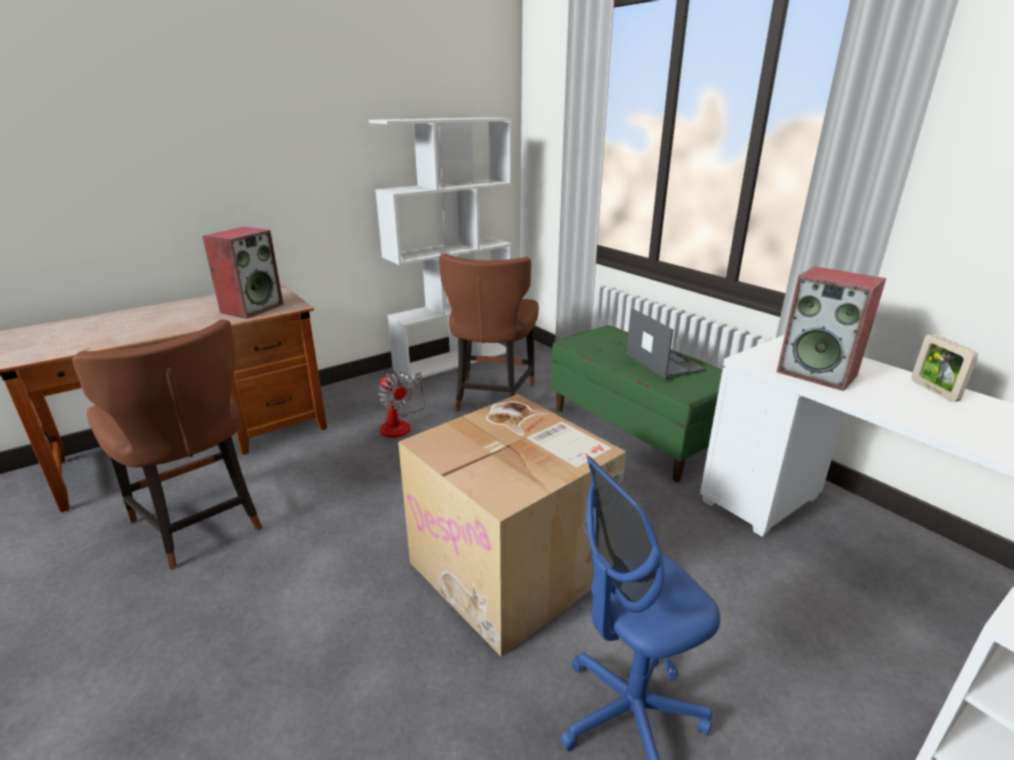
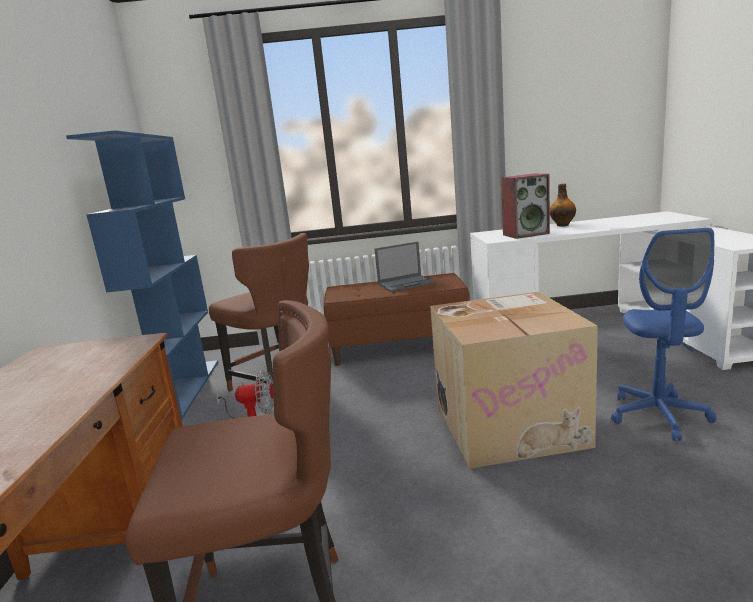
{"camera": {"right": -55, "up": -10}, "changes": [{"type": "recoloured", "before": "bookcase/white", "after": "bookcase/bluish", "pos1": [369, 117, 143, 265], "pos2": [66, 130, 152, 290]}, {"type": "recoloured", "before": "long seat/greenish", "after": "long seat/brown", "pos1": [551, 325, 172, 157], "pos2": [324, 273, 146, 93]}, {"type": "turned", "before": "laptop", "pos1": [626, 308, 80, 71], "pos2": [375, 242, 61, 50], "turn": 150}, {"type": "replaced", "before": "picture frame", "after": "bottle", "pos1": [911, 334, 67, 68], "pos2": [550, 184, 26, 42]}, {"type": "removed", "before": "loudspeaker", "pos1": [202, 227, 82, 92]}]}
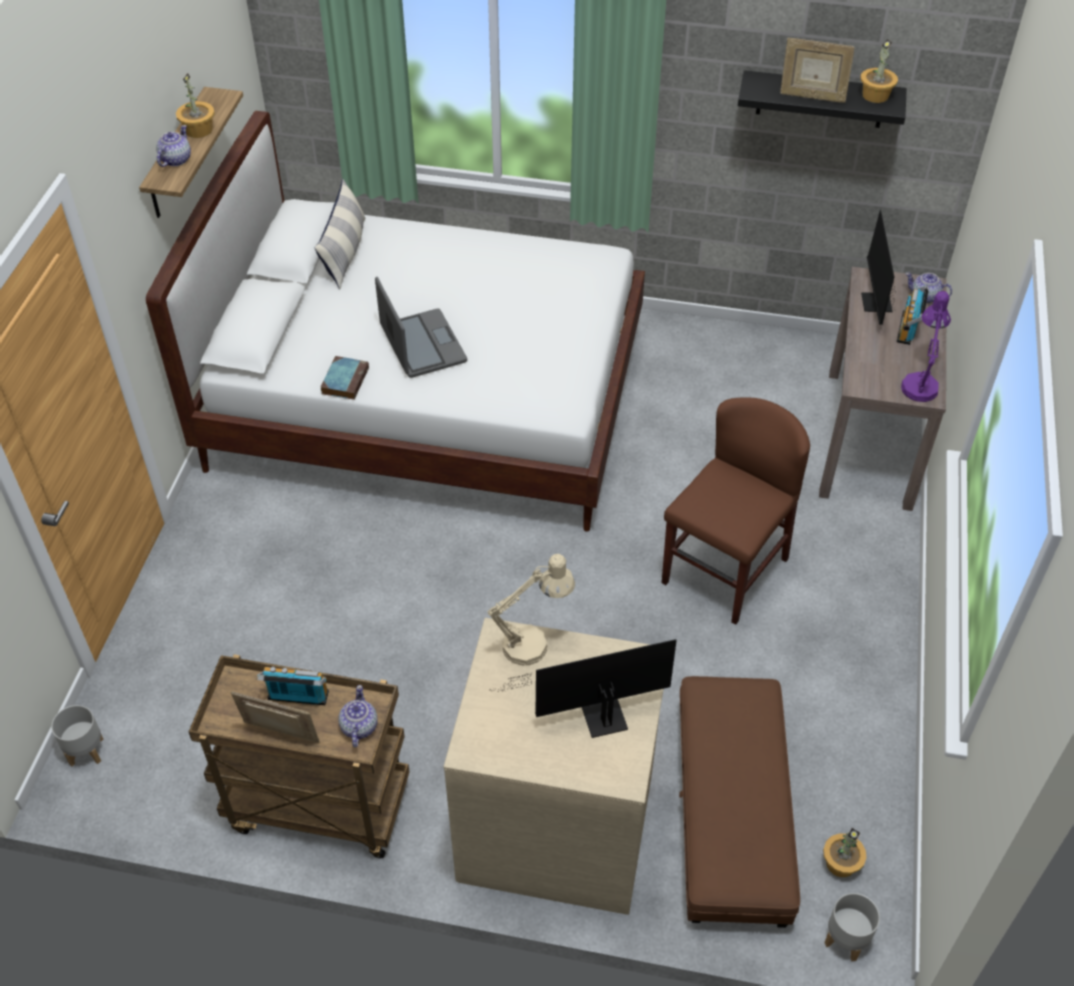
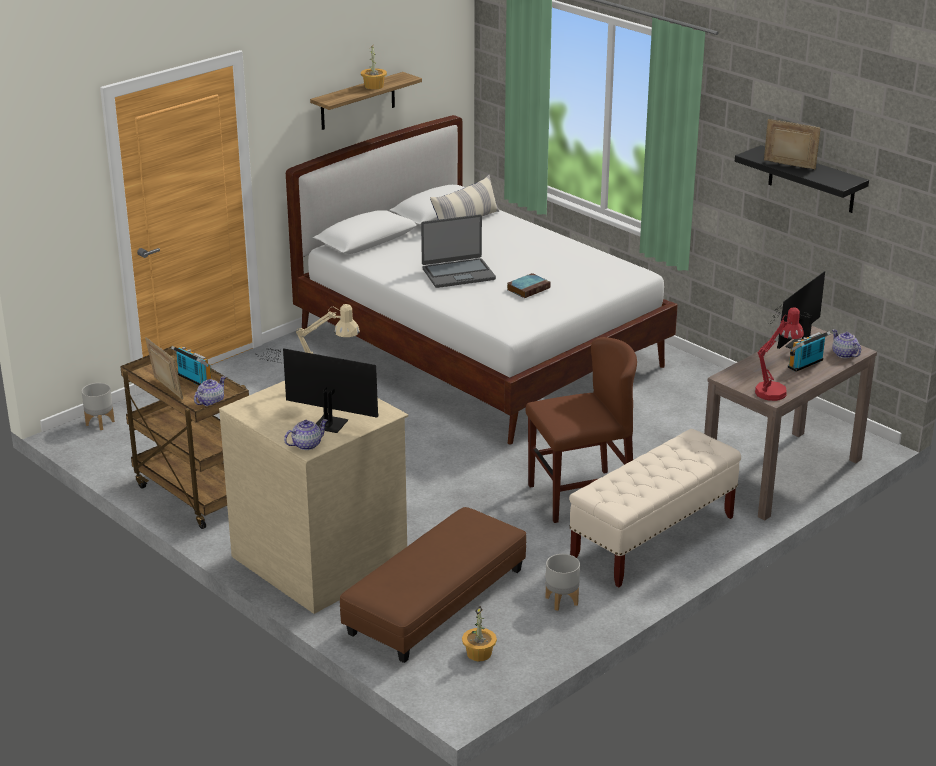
{"camera": {"right": 35, "up": -20}, "changes": [{"type": "moved", "before": "teapot", "pos1": [156, 125, 35, 42], "pos2": [284, 419, 44, 31]}, {"type": "turned", "before": "laptop", "pos1": [375, 277, 92, 101], "pos2": [421, 215, 75, 73], "turn": 60}, {"type": "moved", "before": "volume", "pos1": [321, 356, 48, 44], "pos2": [507, 273, 44, 25]}, {"type": "moved", "before": "flower pot/greyish", "pos1": [824, 893, 56, 69], "pos2": [546, 554, 34, 57]}, {"type": "added", "after": "long seat/sand-coloured", "pos2": [569, 429, 172, 158]}, {"type": "recoloured", "before": "lamp for a table/purple", "after": "lamp for a table/red-coloured", "pos1": [901, 291, 50, 111], "pos2": [755, 307, 49, 94]}, {"type": "turned", "before": "picture frame", "pos1": [780, 38, 75, 65], "pos2": [764, 119, 57, 50], "turn": 150}, {"type": "removed", "before": "potted plant", "pos1": [861, 39, 37, 64]}]}
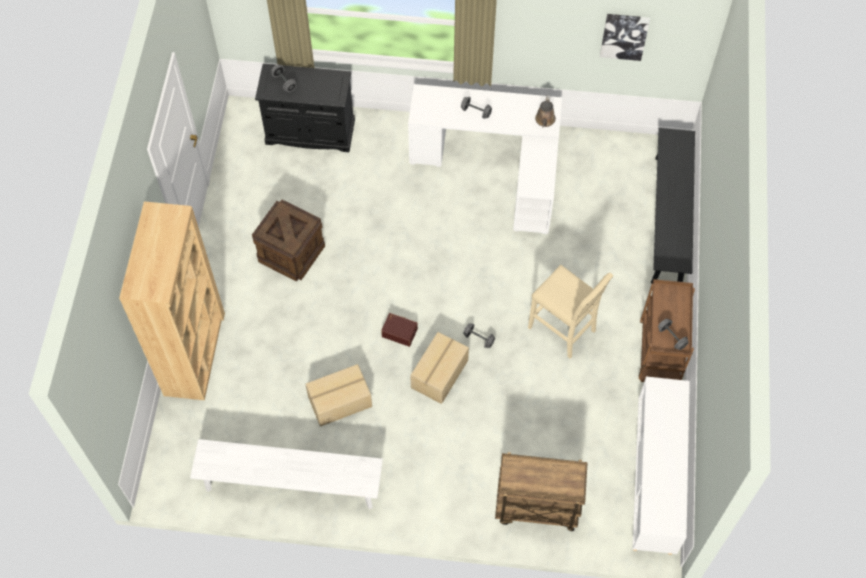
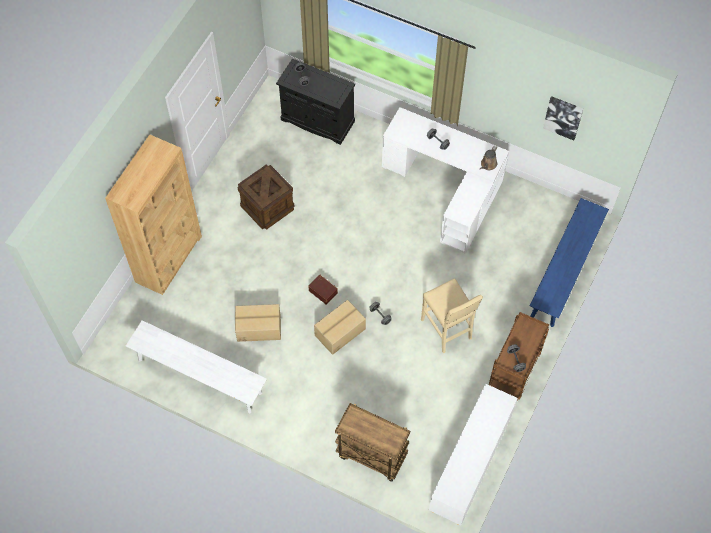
{"camera": {"right": 20, "up": 0}, "changes": [{"type": "recoloured", "before": "long seat/blackish", "after": "long seat/bluish", "pos1": [651, 128, 44, 156], "pos2": [530, 198, 79, 129]}]}
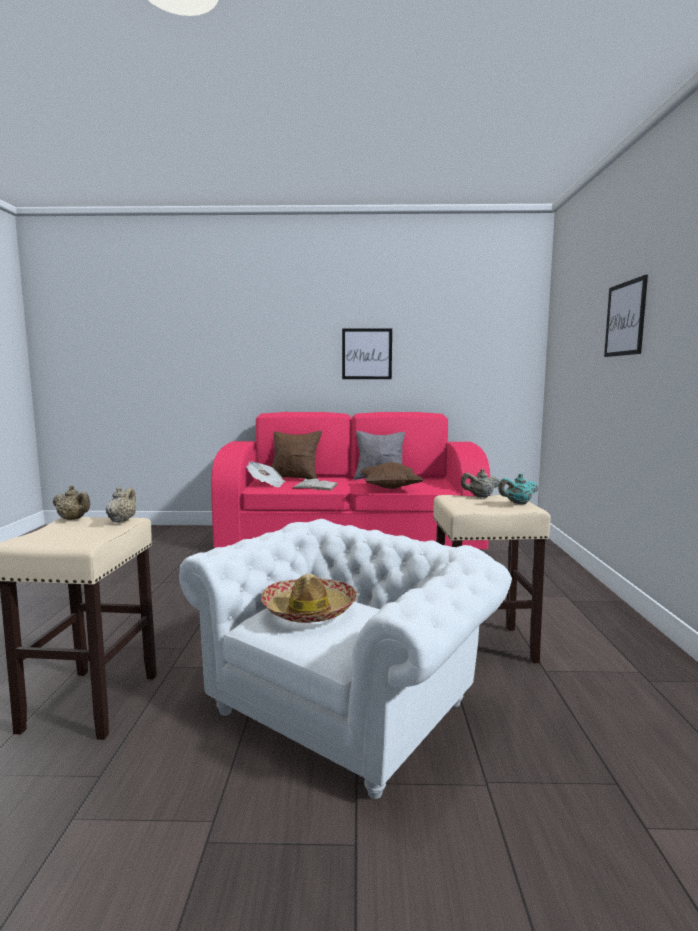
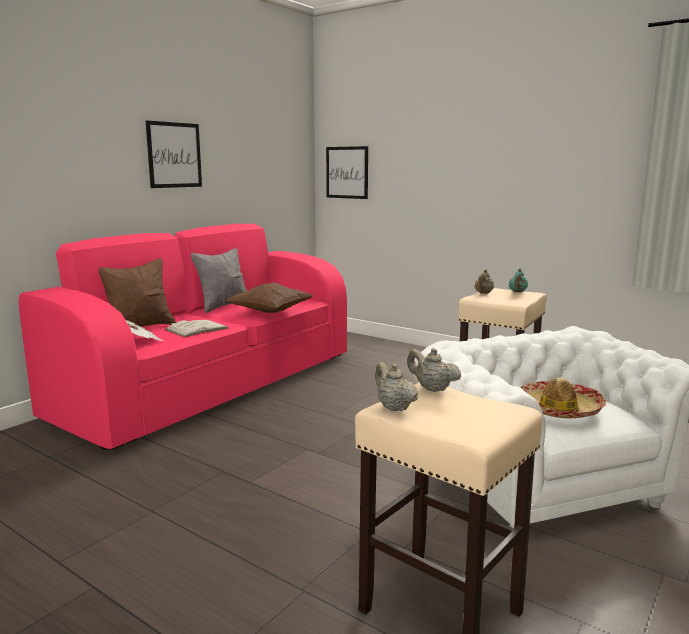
{"camera": {"right": -55, "up": 5}, "changes": [{"type": "moved", "before": "wall art", "pos1": [604, 275, 44, 82], "pos2": [326, 146, 42, 53]}, {"type": "turned", "before": "teapot/sand-coloured", "pos1": [53, 485, 37, 35], "pos2": [375, 362, 43, 49], "turn": -90}]}
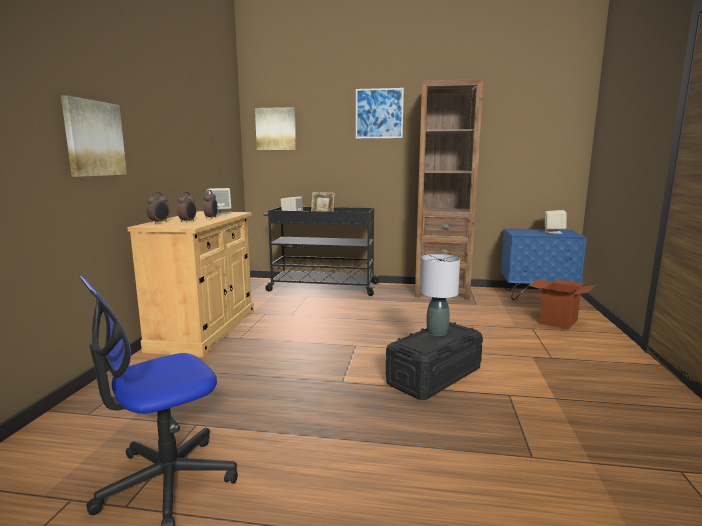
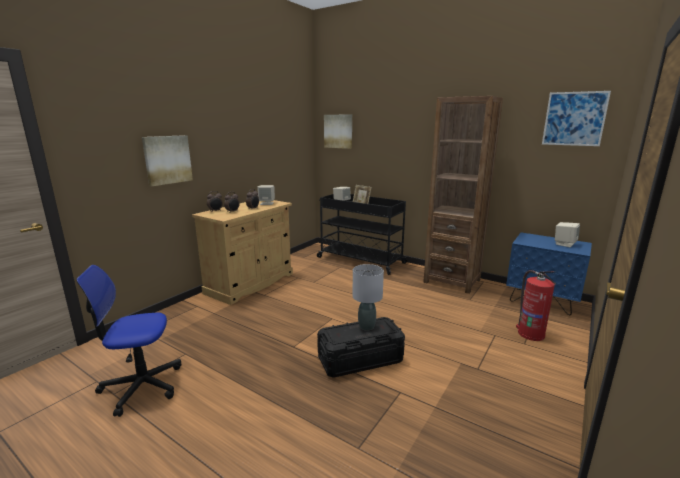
{"camera": {"right": 25, "up": 5}, "changes": [{"type": "replaced", "before": "packing box", "after": "extinguisher", "pos1": [529, 279, 67, 51], "pos2": [516, 270, 40, 71]}, {"type": "moved", "before": "wall art", "pos1": [356, 88, 48, 51], "pos2": [542, 91, 69, 55]}]}
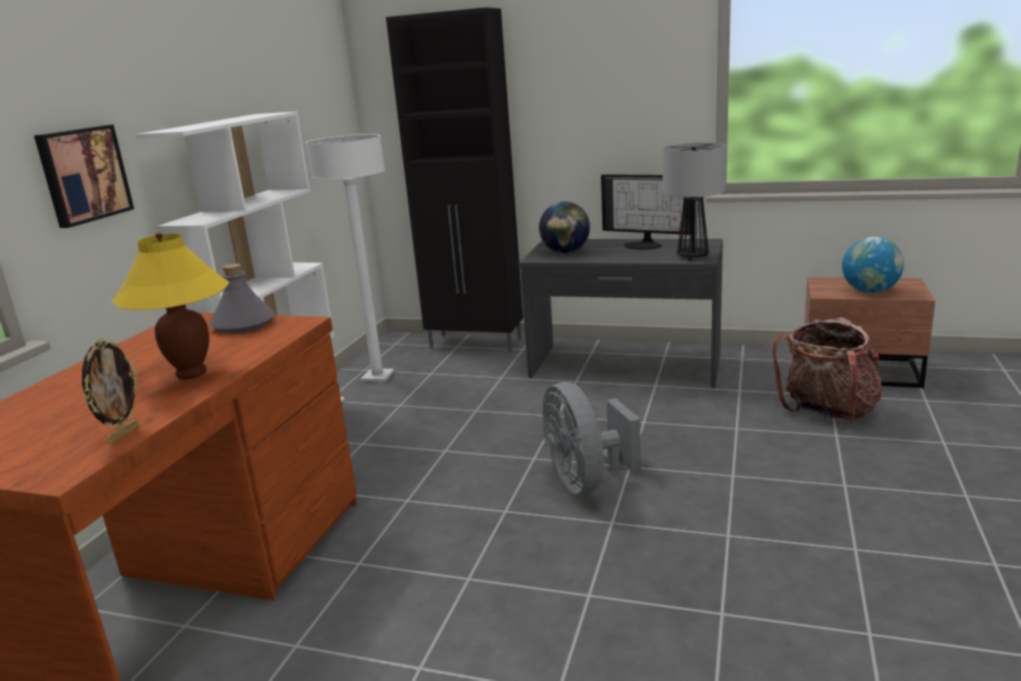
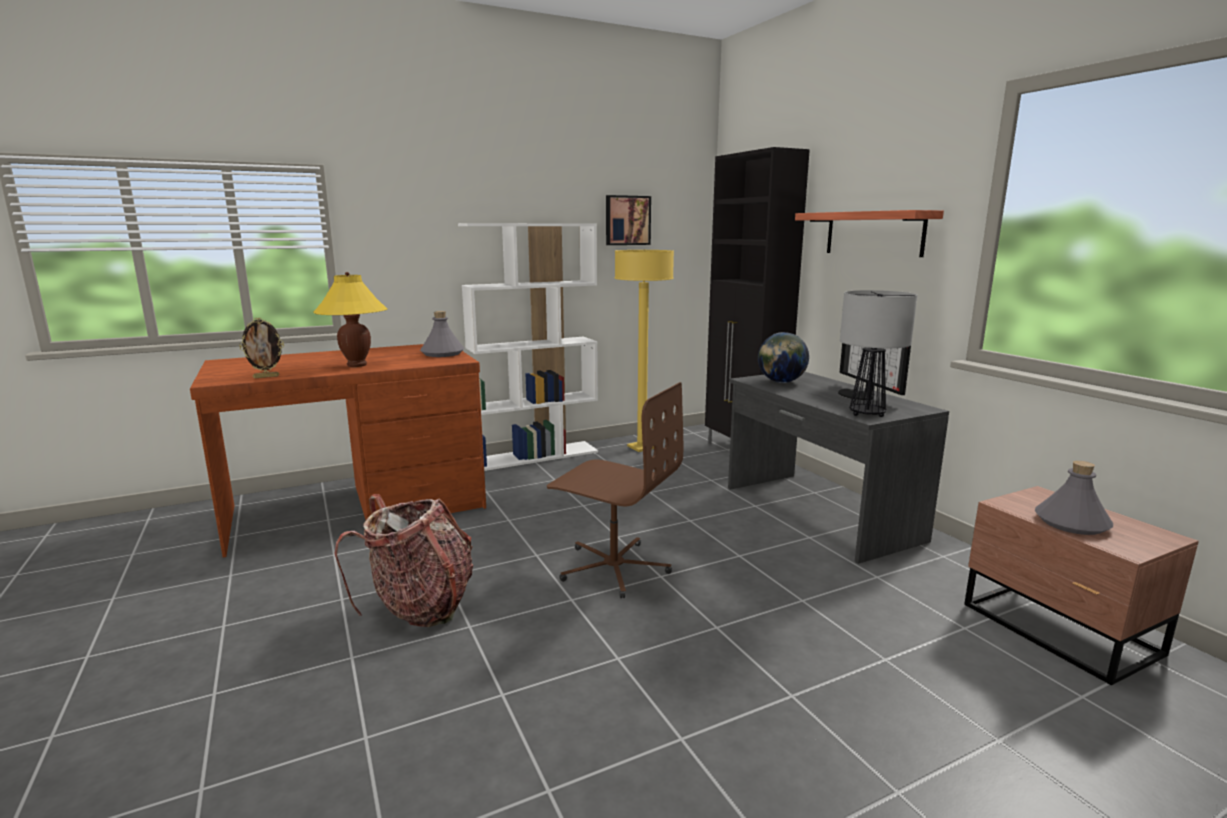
{"camera": {"right": 45, "up": -5}, "changes": [{"type": "moved", "before": "rucksack", "pos1": [772, 317, 110, 106], "pos2": [334, 494, 139, 133]}, {"type": "replaced", "before": "cooling fan/greyish", "after": "computer chair/brown", "pos1": [542, 382, 99, 113], "pos2": [547, 382, 136, 217]}, {"type": "moved", "before": "wall art", "pos1": [34, 125, 100, 103], "pos2": [606, 195, 45, 50]}, {"type": "recoloured", "before": "standard lamp/white", "after": "standard lamp/yellow", "pos1": [306, 134, 88, 248], "pos2": [615, 249, 59, 203]}, {"type": "added", "after": "bracket shelf", "pos2": [795, 210, 149, 47]}, {"type": "replaced", "before": "desk globe", "after": "bottle/greyish", "pos1": [842, 237, 62, 56], "pos2": [1035, 461, 78, 74]}]}
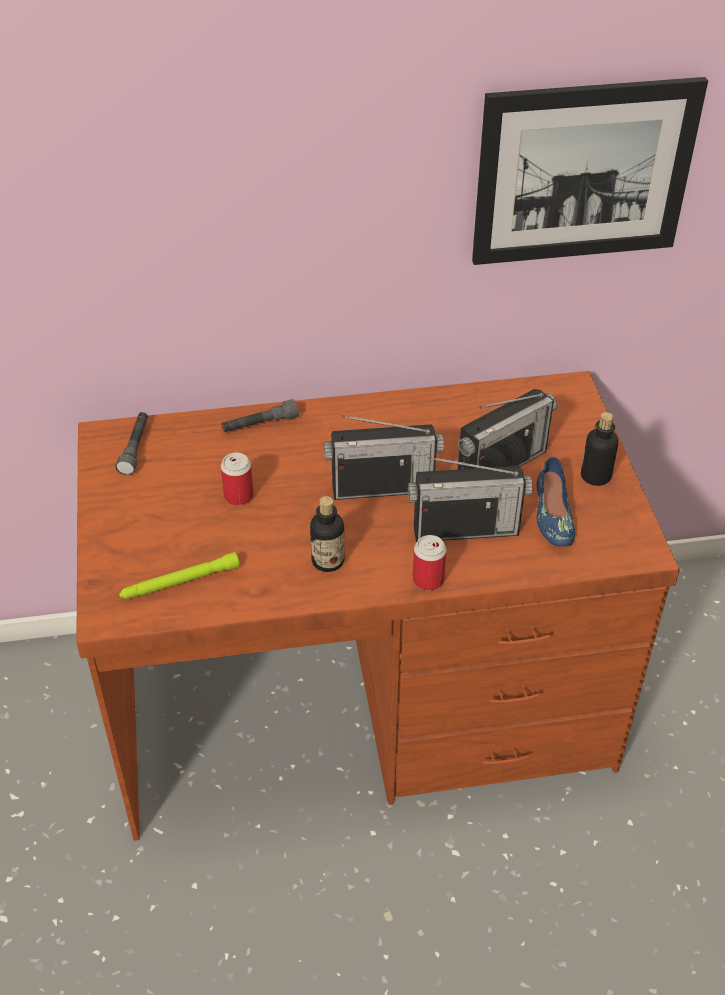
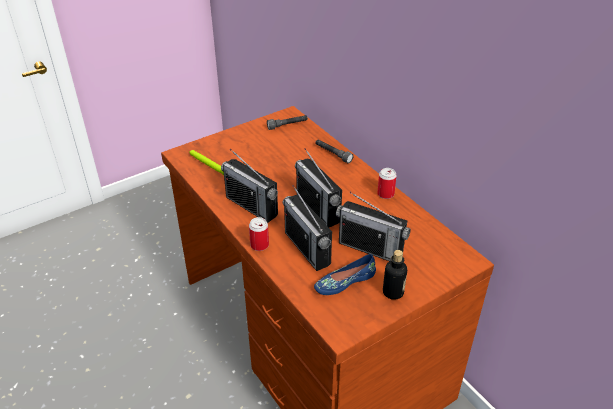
{"camera": {"right": 65, "up": -5}, "changes": [{"type": "replaced", "before": "bottle", "after": "radio receiver", "pos1": [310, 496, 34, 76], "pos2": [221, 149, 57, 74]}, {"type": "moved", "before": "can", "pos1": [221, 452, 33, 54], "pos2": [377, 168, 20, 31]}, {"type": "removed", "before": "wall art", "pos1": [472, 77, 236, 188]}]}
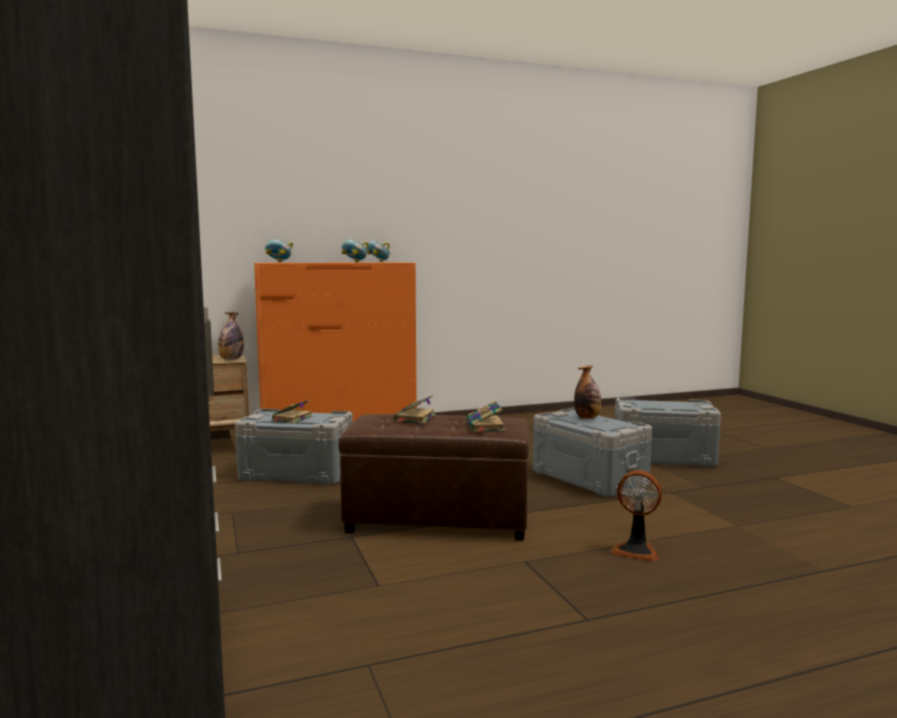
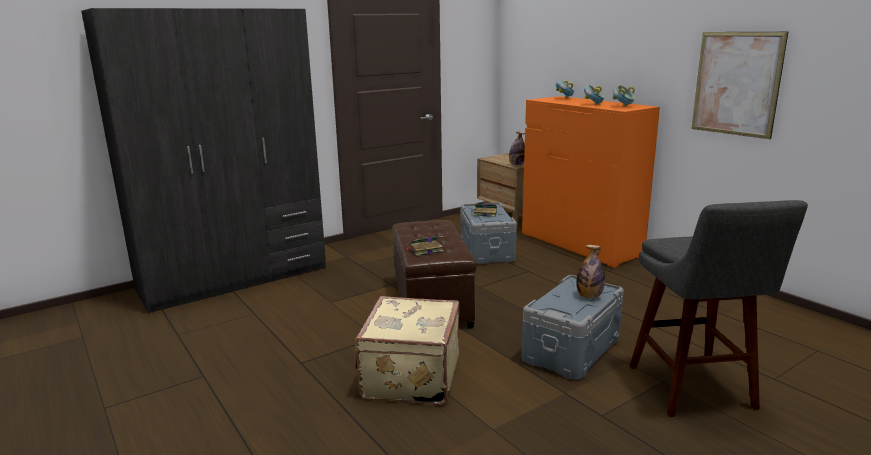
{"camera": {"right": 75, "up": 10}, "changes": [{"type": "replaced", "before": "cooling fan", "after": "piece of luggage/sand-coloured", "pos1": [611, 470, 51, 92], "pos2": [355, 296, 104, 109]}, {"type": "replaced", "before": "storage bin/greyish", "after": "stool/greyish", "pos1": [614, 397, 107, 70], "pos2": [630, 200, 178, 217]}, {"type": "added", "after": "wall art", "pos2": [691, 32, 97, 107]}, {"type": "removed", "before": "volume", "pos1": [394, 395, 42, 29]}]}
